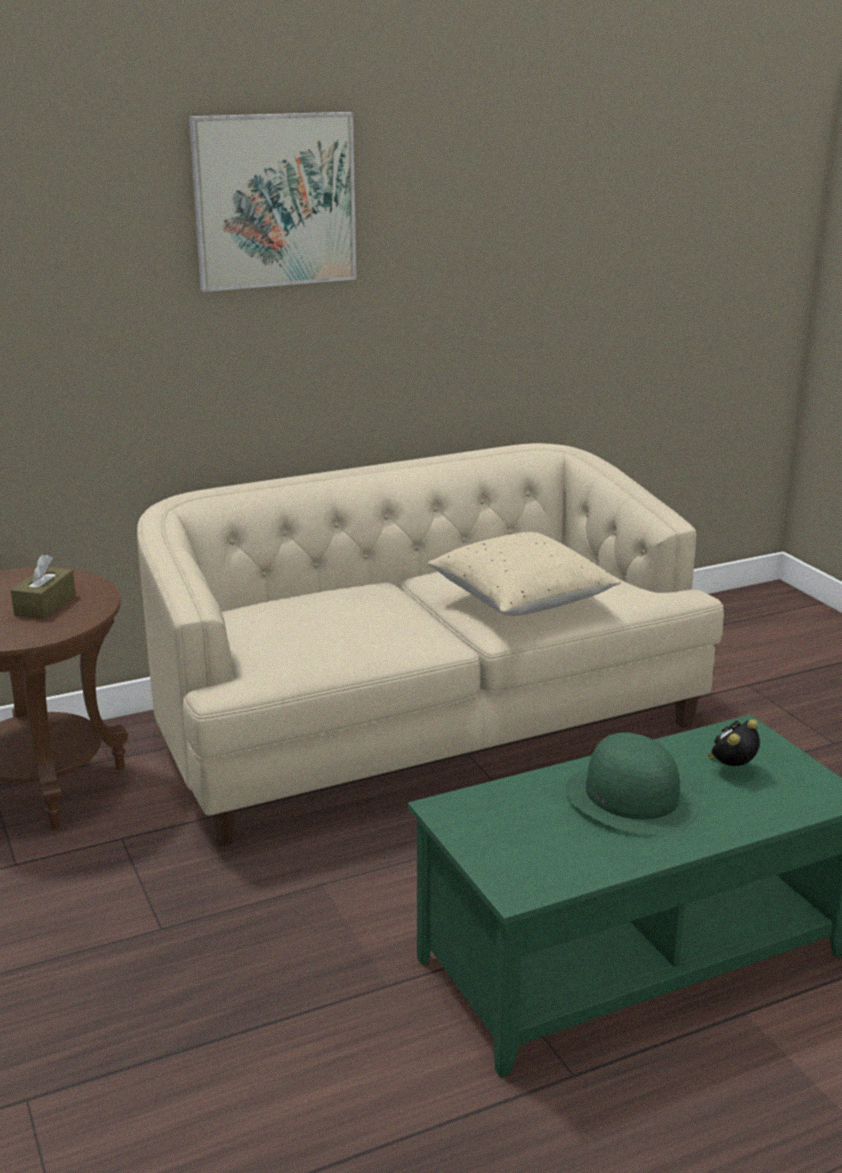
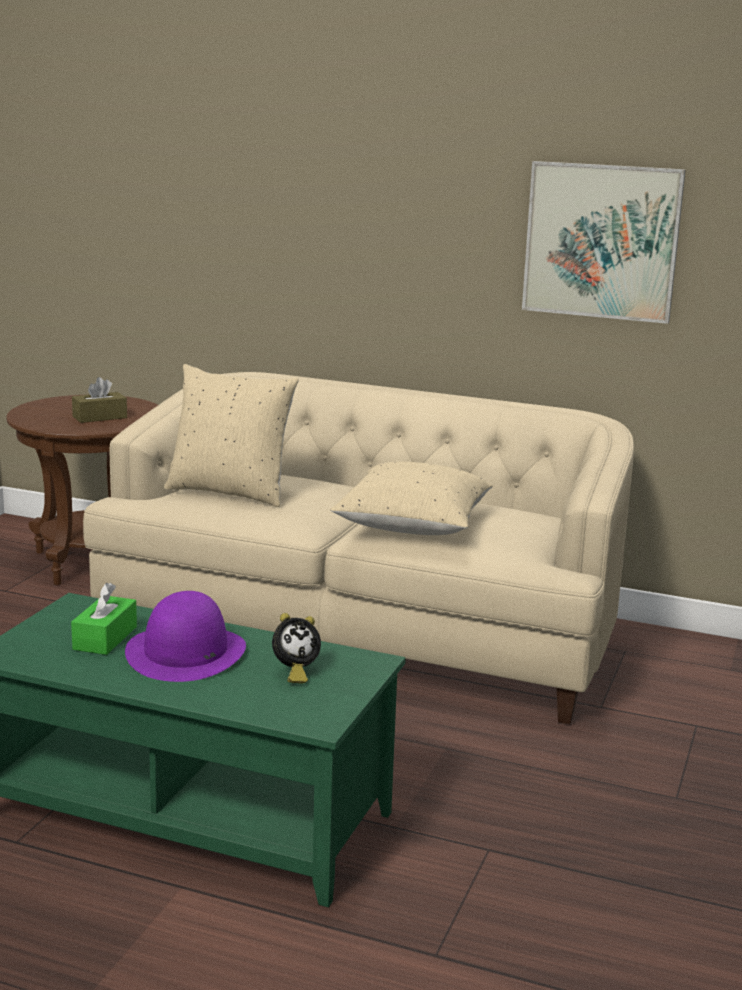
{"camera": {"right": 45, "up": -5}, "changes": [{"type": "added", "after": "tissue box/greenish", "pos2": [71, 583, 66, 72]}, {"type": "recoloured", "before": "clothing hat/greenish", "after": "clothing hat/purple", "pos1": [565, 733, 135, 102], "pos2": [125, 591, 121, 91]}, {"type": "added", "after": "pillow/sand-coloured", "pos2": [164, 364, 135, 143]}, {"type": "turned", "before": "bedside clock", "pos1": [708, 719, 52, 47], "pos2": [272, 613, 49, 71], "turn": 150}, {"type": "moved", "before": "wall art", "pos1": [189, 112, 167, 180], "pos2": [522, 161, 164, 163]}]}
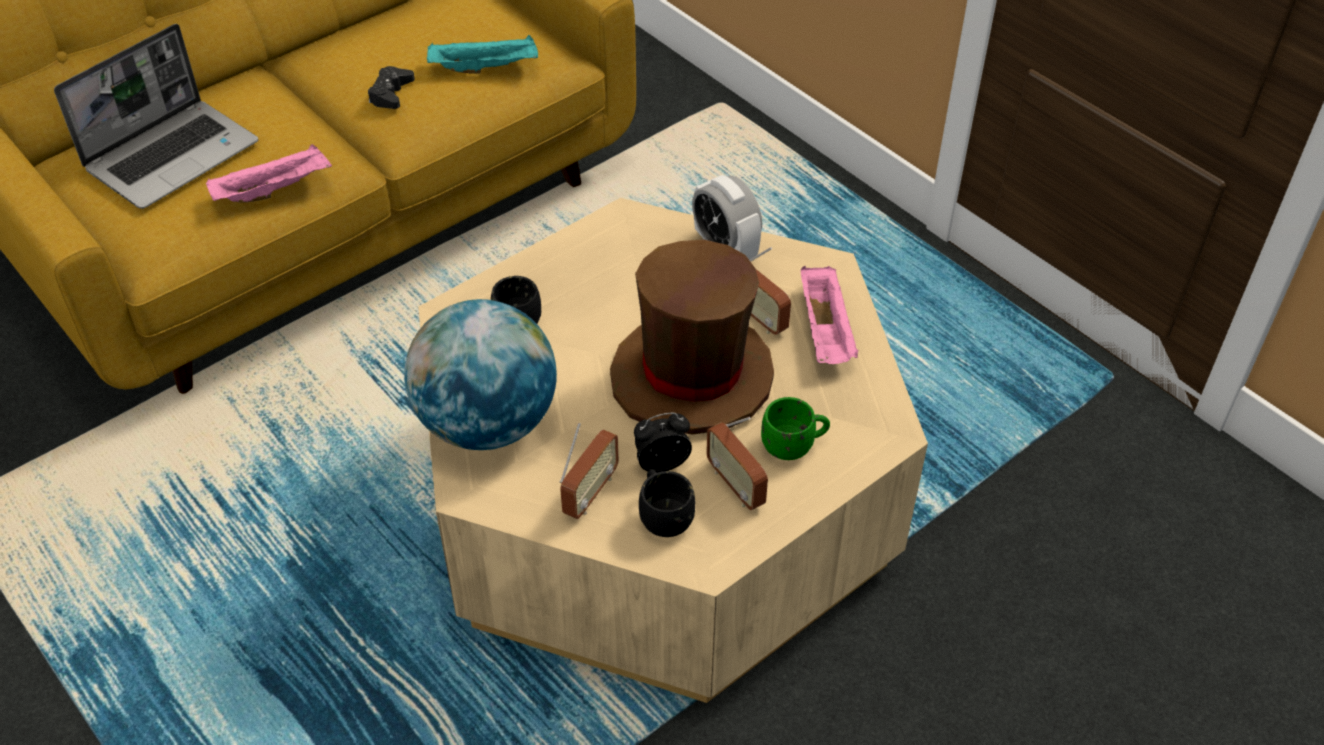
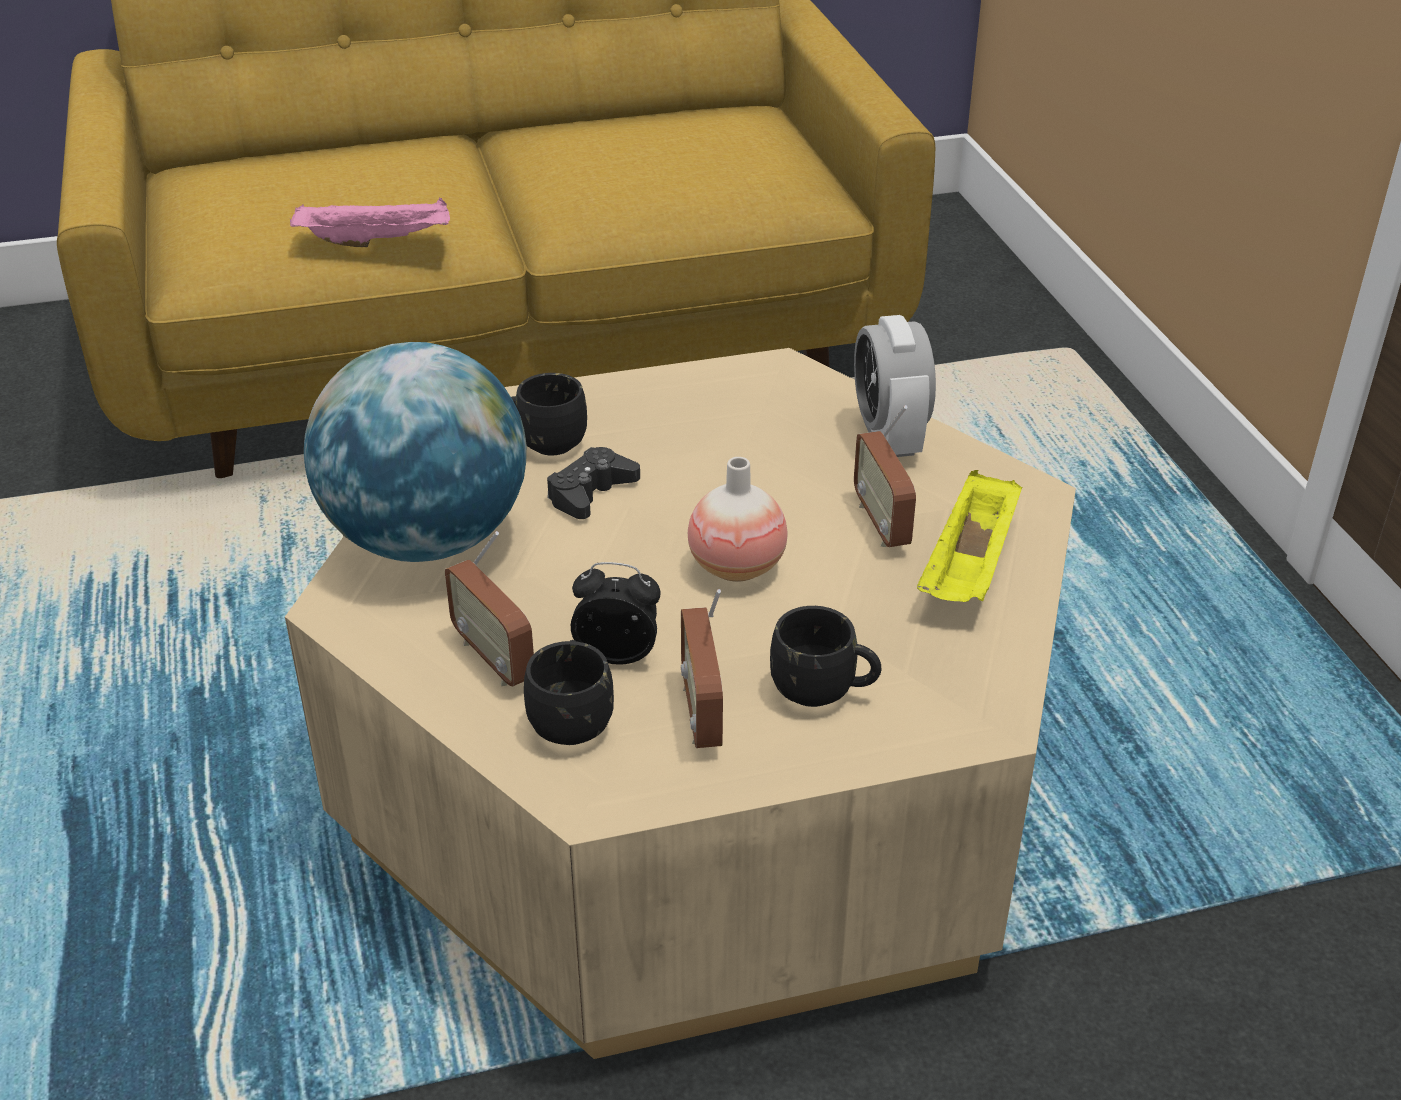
{"camera": {"right": 25, "up": -10}, "changes": [{"type": "turned", "before": "radio receiver", "pos1": [560, 423, 59, 96], "pos2": [445, 531, 89, 155], "turn": 90}, {"type": "moved", "before": "game controller/blackish", "pos1": [368, 66, 47, 43], "pos2": [547, 447, 93, 72]}, {"type": "replaced", "before": "clothing hat/brown", "after": "decorative vase", "pos1": [610, 240, 164, 195], "pos2": [688, 457, 99, 125]}, {"type": "recoloured", "before": "tea mug/greenish", "after": "tea mug/blackish", "pos1": [761, 397, 69, 63], "pos2": [770, 606, 111, 101]}, {"type": "recoloured", "before": "tray/pinkish", "after": "tray/yellow", "pos1": [801, 266, 58, 98], "pos2": [917, 470, 105, 132]}, {"type": "removed", "before": "laptop", "pos1": [54, 24, 204, 185]}, {"type": "removed", "before": "tray/blue-green", "pos1": [427, 35, 111, 39]}]}
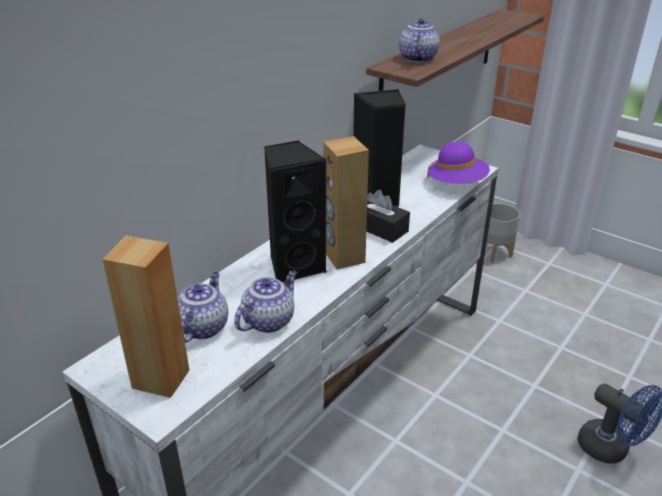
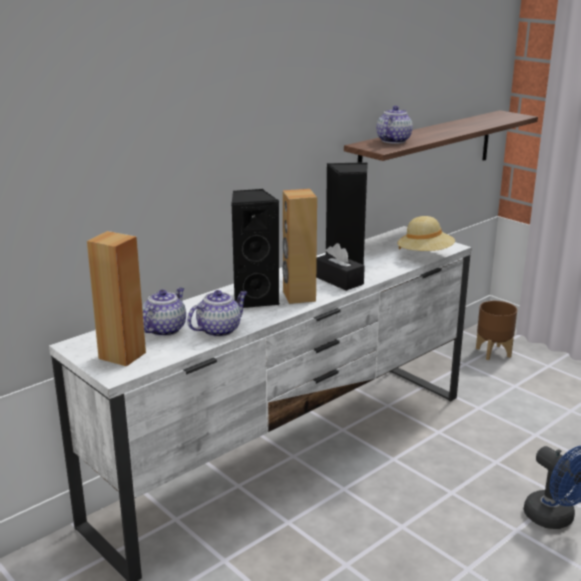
{"camera": {"right": 10, "up": -10}, "changes": [{"type": "recoloured", "before": "clothing hat/purple", "after": "clothing hat/sand-coloured", "pos1": [427, 142, 63, 41], "pos2": [397, 216, 58, 35]}, {"type": "recoloured", "before": "flower pot/greyish", "after": "flower pot/brown", "pos1": [486, 203, 34, 60], "pos2": [476, 301, 41, 59]}]}
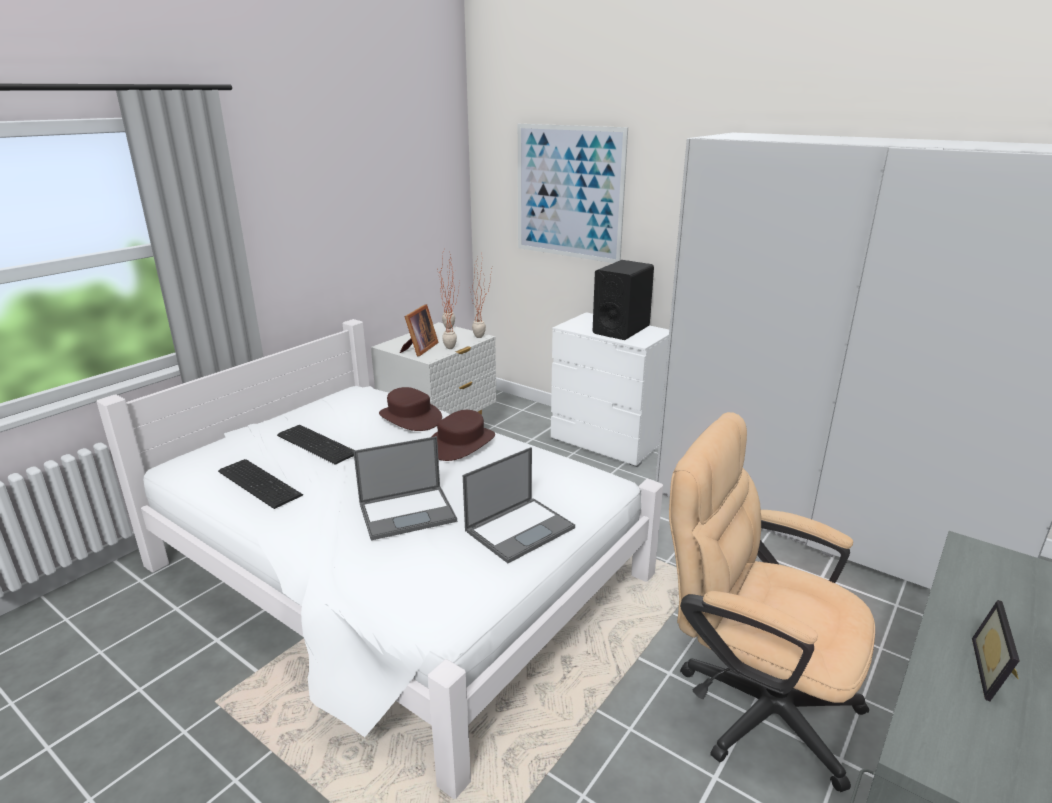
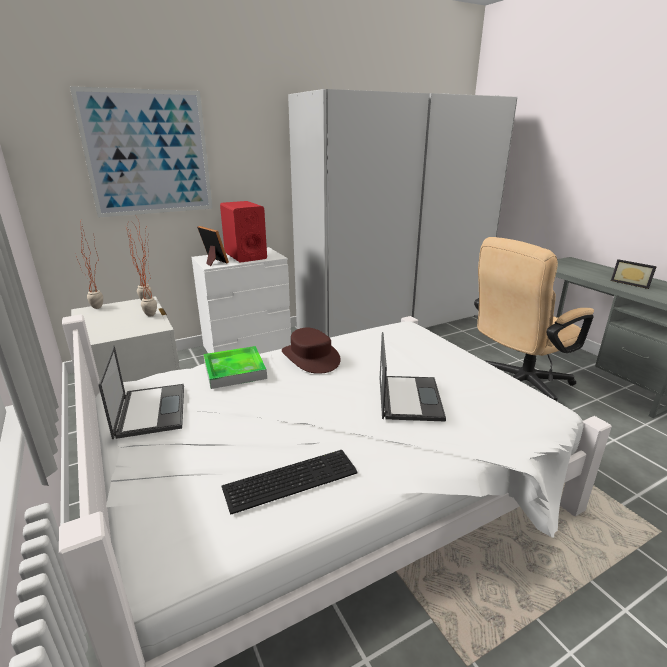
{"camera": {"right": -65, "up": 0}, "changes": [{"type": "moved", "before": "laptop", "pos1": [463, 447, 112, 116], "pos2": [98, 346, 86, 93]}, {"type": "moved", "before": "picture frame", "pos1": [400, 304, 39, 52], "pos2": [197, 226, 32, 40]}, {"type": "replaced", "before": "clothing hat/brown", "after": "tray", "pos1": [379, 387, 63, 44], "pos2": [203, 346, 64, 43]}, {"type": "recoloured", "before": "loudspeaker/blackish", "after": "loudspeaker/red-coloured", "pos1": [593, 260, 61, 80], "pos2": [220, 201, 47, 62]}, {"type": "removed", "before": "PC keyboard", "pos1": [277, 425, 78, 40]}]}
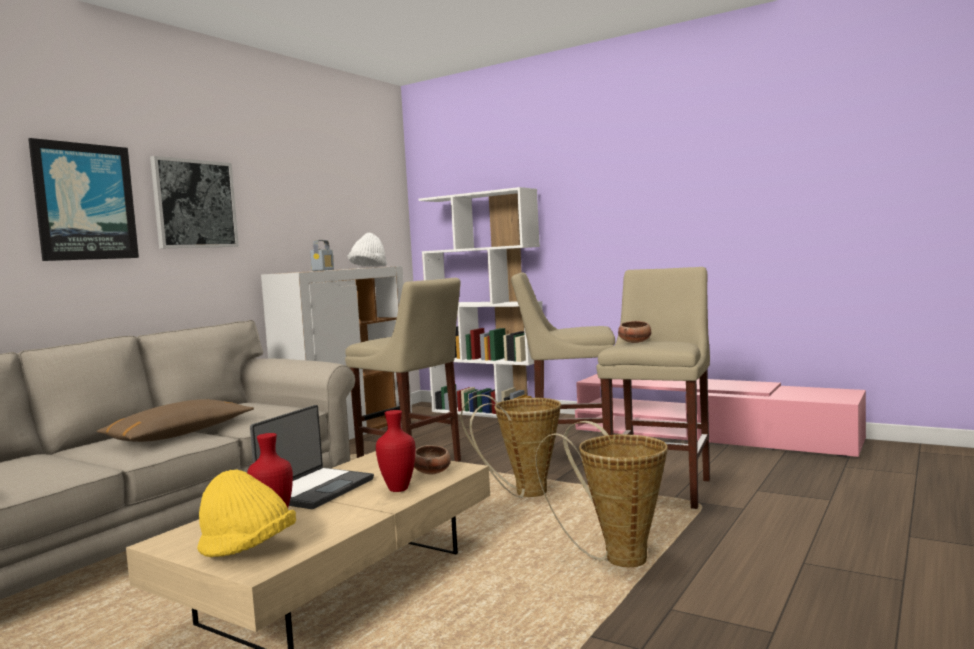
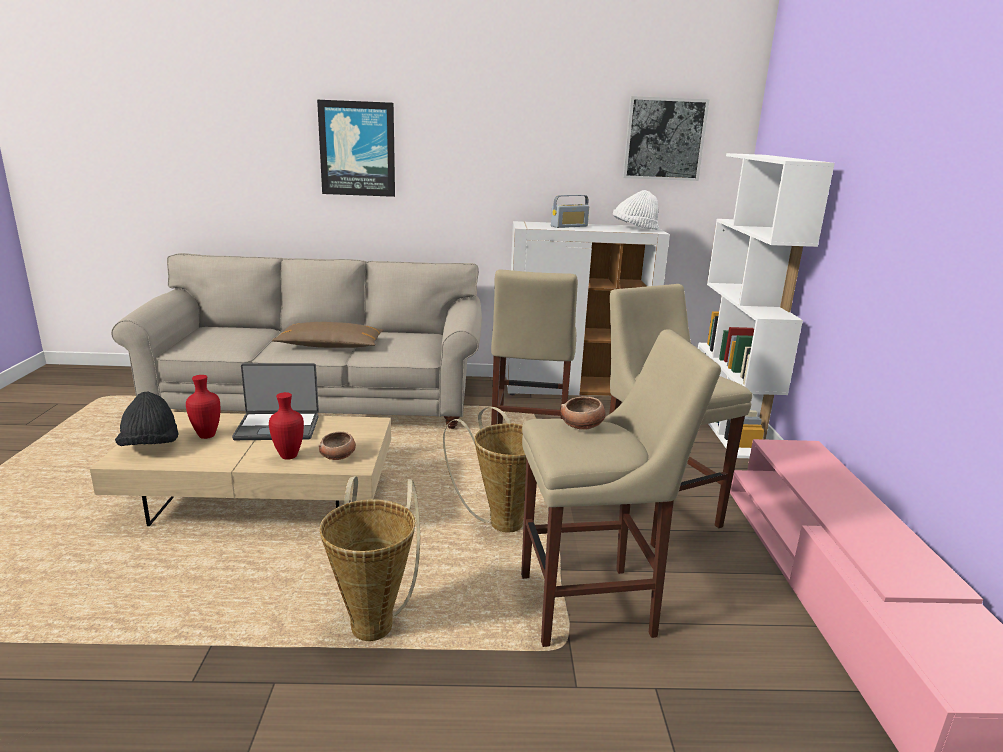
{"camera": {"right": 55, "up": 15}, "changes": [{"type": "recoloured", "before": "clothing hat/yellow", "after": "clothing hat/blackish", "pos1": [197, 470, 99, 87], "pos2": [115, 392, 63, 54]}, {"type": "moved", "before": "wall art", "pos1": [150, 156, 89, 93], "pos2": [622, 96, 88, 85]}]}
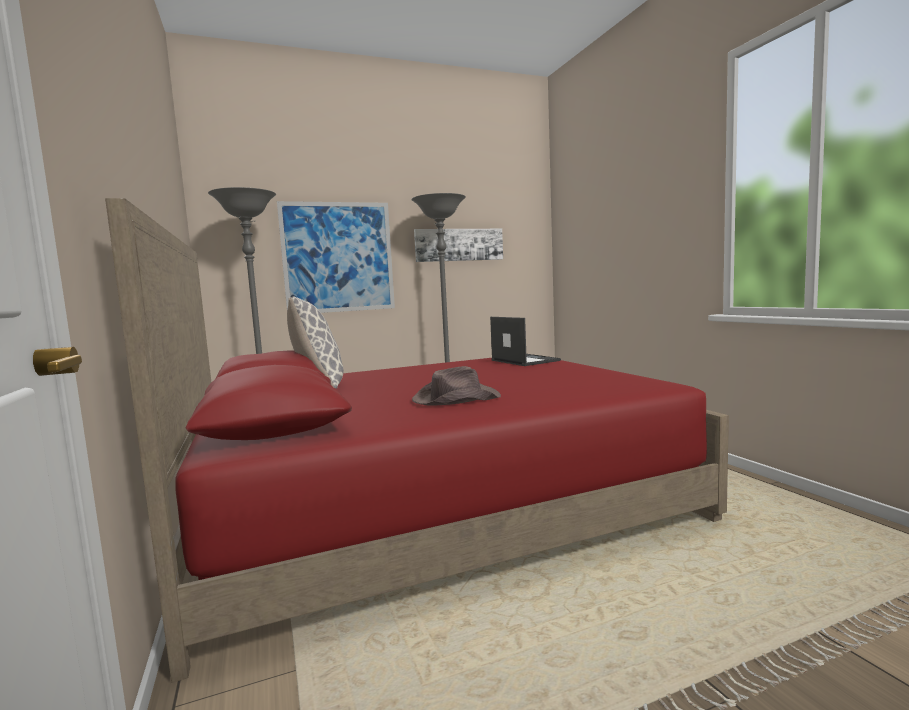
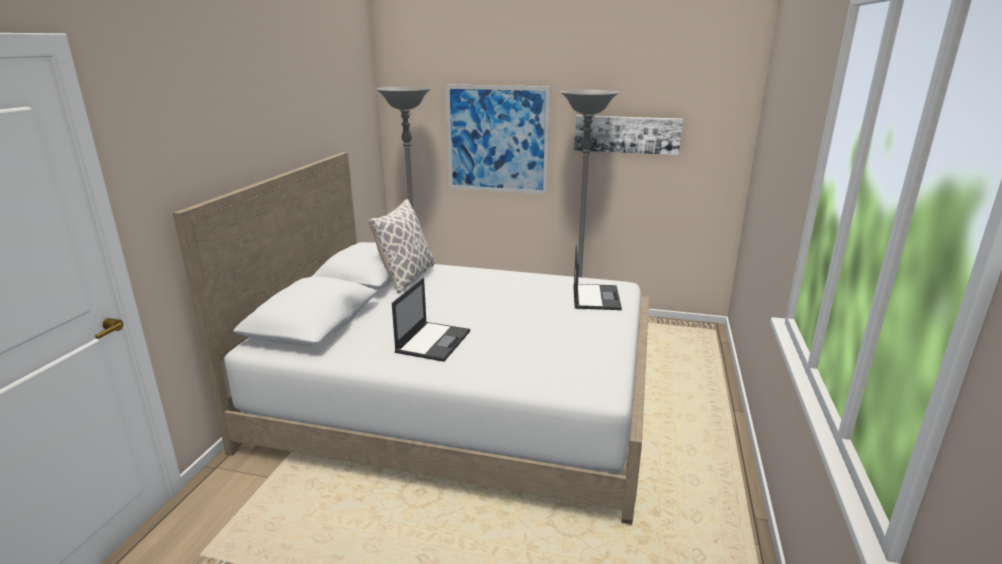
{"camera": {"right": 35, "up": 15}, "changes": [{"type": "recoloured", "before": "bedroom bed/red-coloured", "after": "bedroom bed/white", "pos1": [105, 198, 624, 485], "pos2": [173, 152, 476, 372]}, {"type": "replaced", "before": "clothing hat/brown", "after": "laptop", "pos1": [412, 366, 89, 40], "pos2": [392, 278, 78, 84]}]}
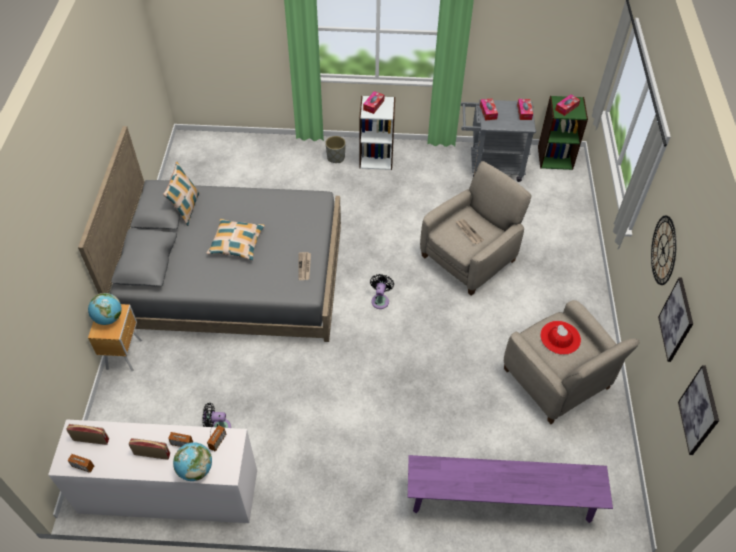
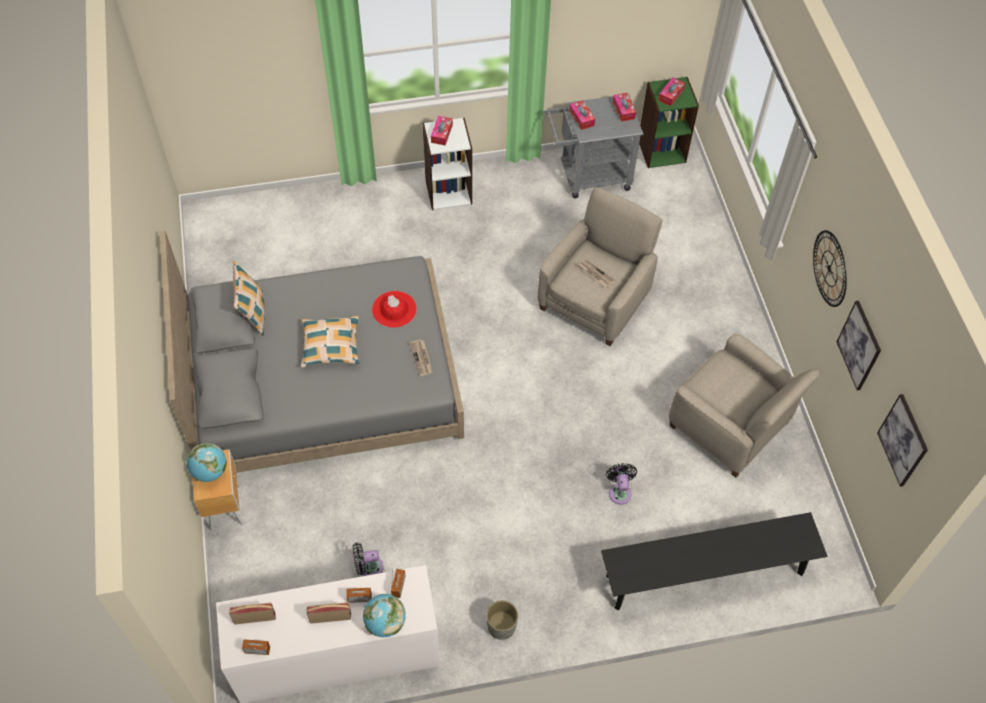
{"camera": {"right": -15, "up": 5}, "changes": [{"type": "moved", "before": "clothing hat/red-coloured", "pos1": [540, 321, 41, 34], "pos2": [372, 291, 45, 37]}, {"type": "moved", "before": "flower pot/greyish", "pos1": [325, 136, 21, 27], "pos2": [486, 600, 32, 40]}, {"type": "recoloured", "before": "long seat/purple", "after": "long seat/blackish", "pos1": [408, 455, 205, 68], "pos2": [601, 512, 226, 98]}, {"type": "moved", "before": "cooling fan/blackish", "pos1": [370, 274, 24, 35], "pos2": [606, 463, 31, 42]}]}
